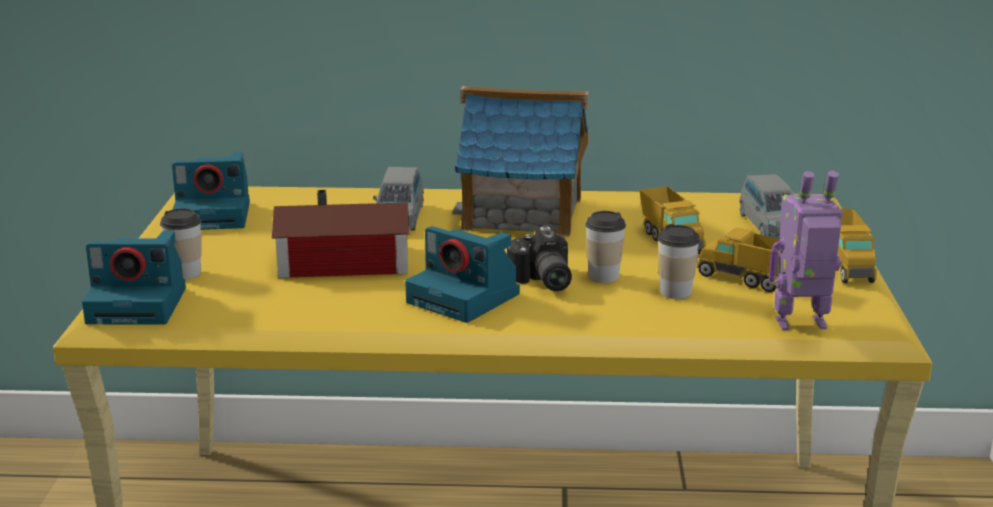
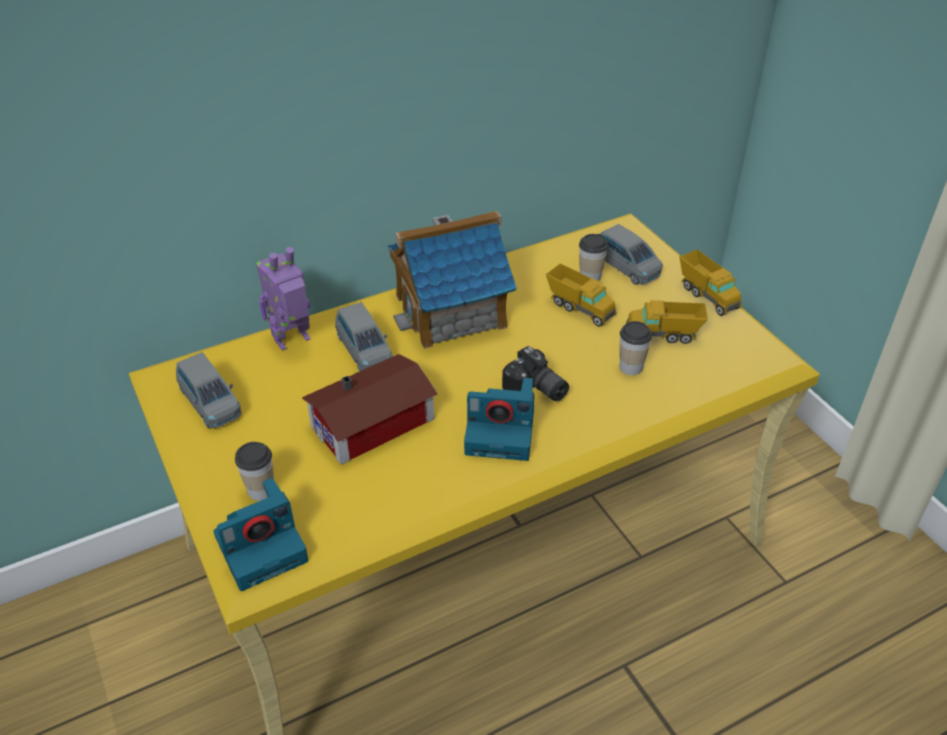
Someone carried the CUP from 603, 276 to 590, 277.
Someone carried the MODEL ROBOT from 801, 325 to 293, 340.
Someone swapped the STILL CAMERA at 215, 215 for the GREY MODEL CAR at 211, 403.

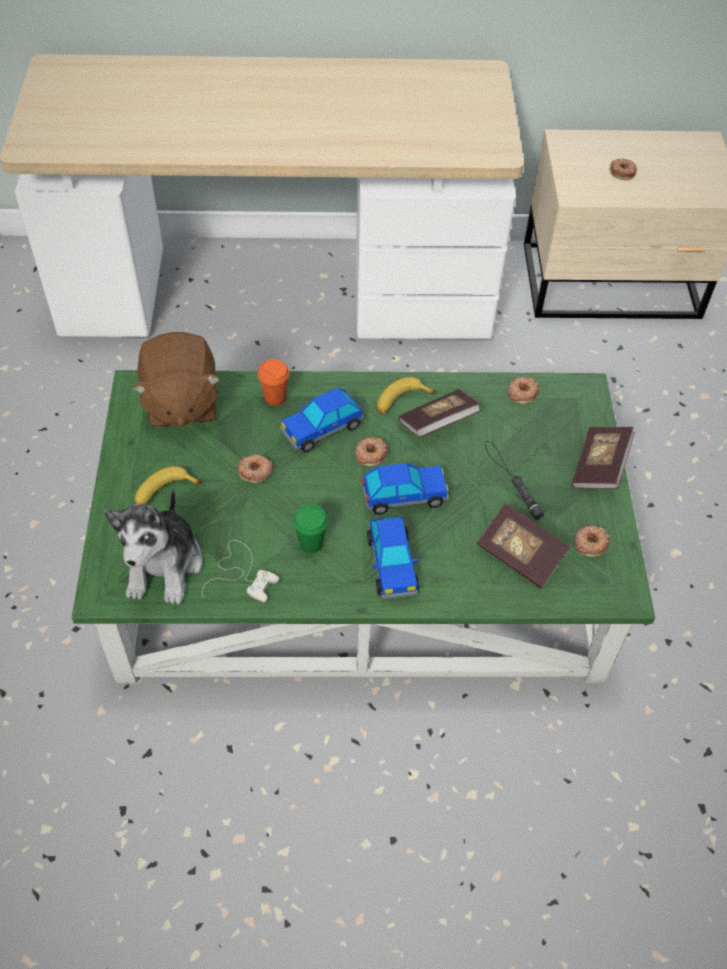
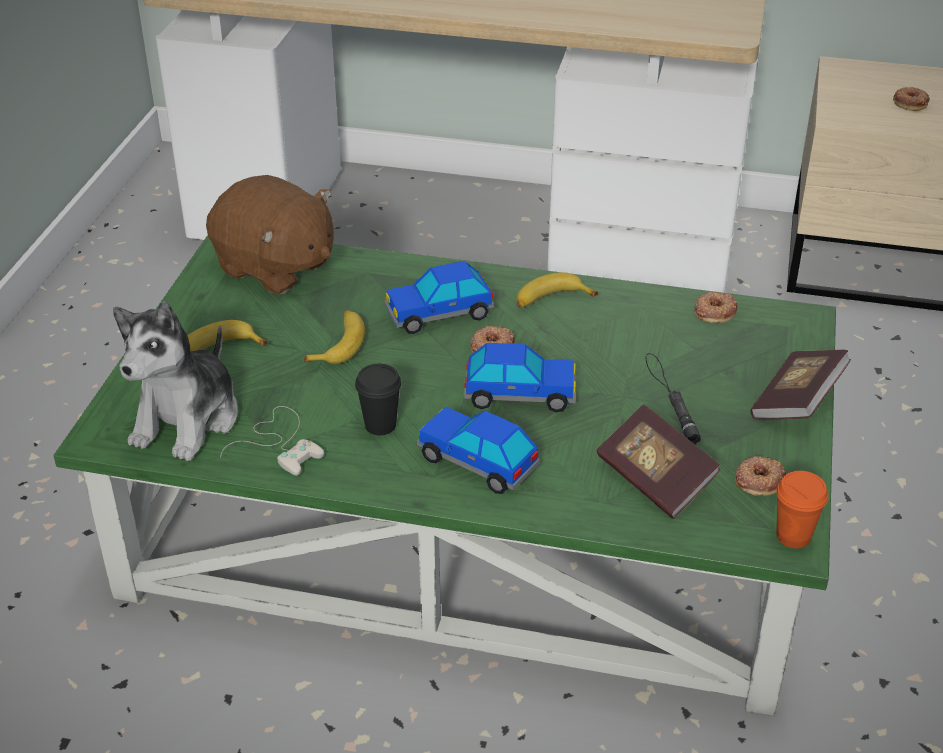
Someone took away the BOOK at 437, 423.
Someone carried the ORANGE CUP from 275, 398 to 793, 536.
Someone swapped the RING DOUGHNUT at 255, 471 for the BANANA at 339, 344.
Someone repainted the GREENISH CUP at 311, 543, which became the BLACK-COLOURED CUP at 380, 425.
Someone rotated the BROWN CUDDLY TOY at 180, 403 by 60 degrees counterclockwise.
Someone rotated the MODEL CAR at 392, 564 by 120 degrees clockwise.

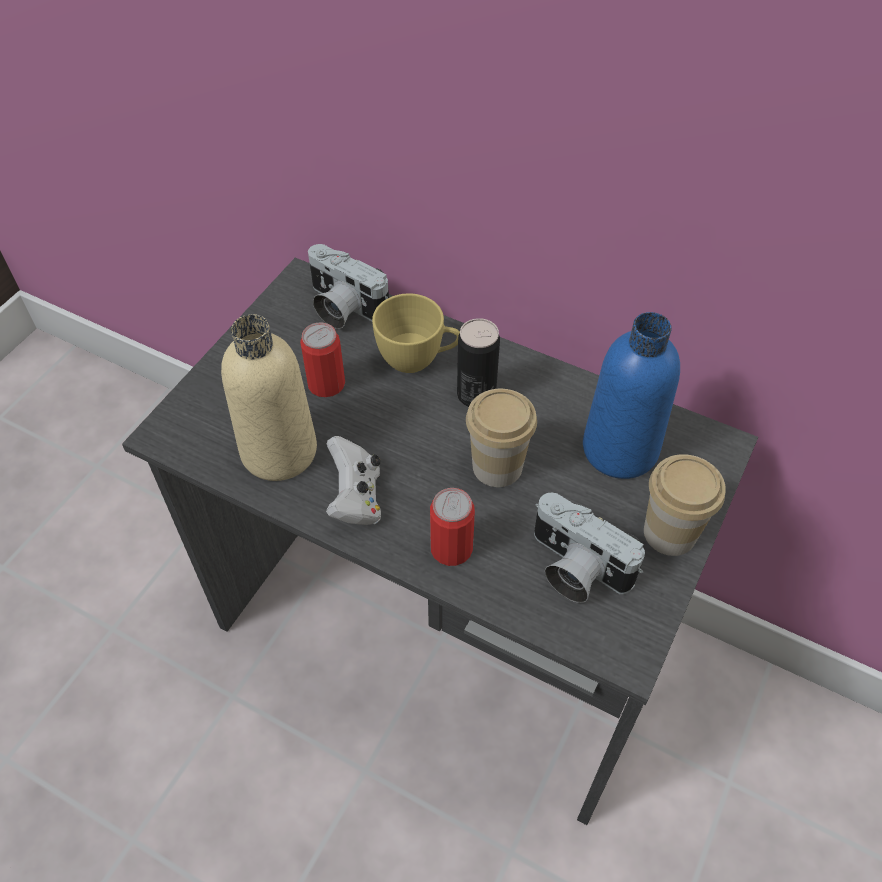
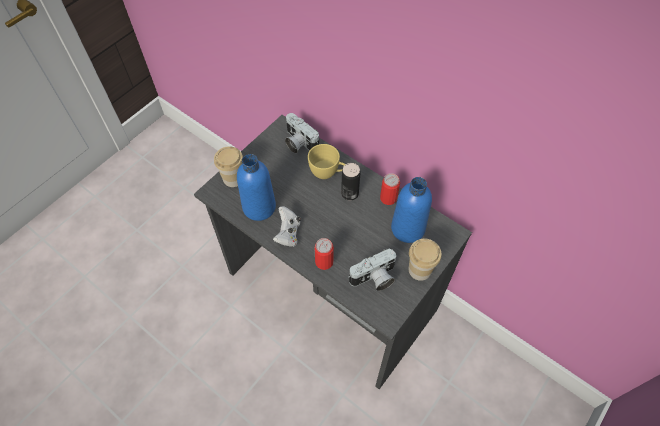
Someone carried the METAL CAN from 326, 384 to 388, 198.
Someone carried the CUP from 497, 466 to 233, 178.
Someone repainted the SAND-COLOURED BOTTLE at 279, 451, which became the BLUE-COLOURED BOTTLE at 259, 207.
Someone rotated the STILL CAMERA at 574, 568 by 75 degrees counterclockwise.

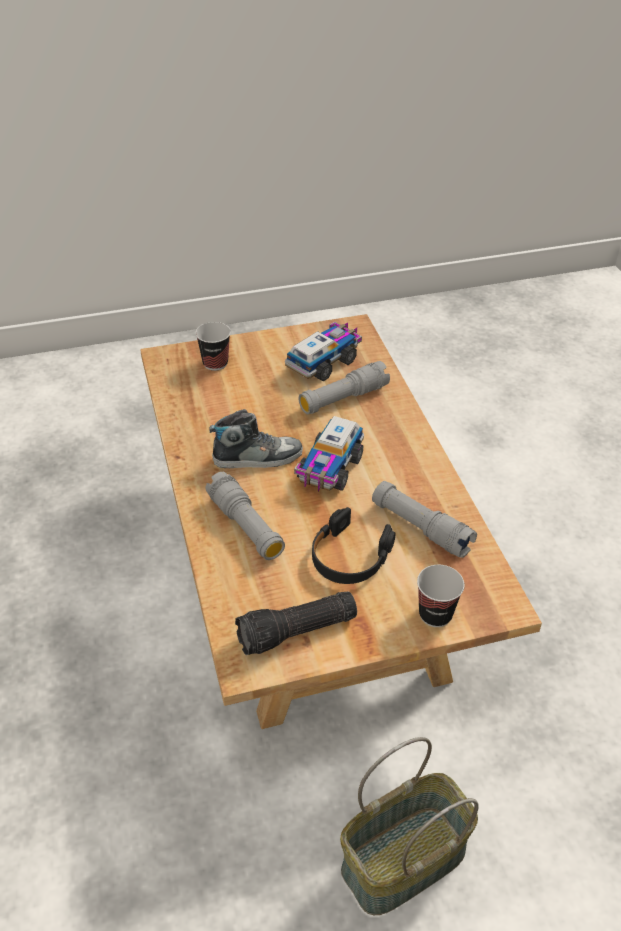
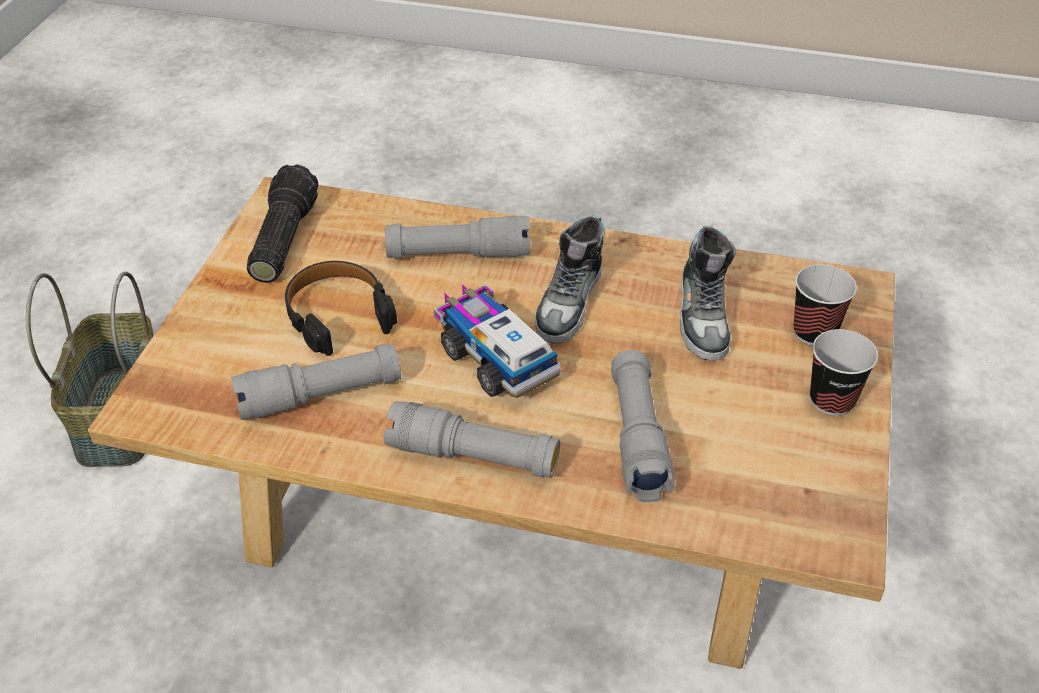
Someone took away the TOY TRUCK at 324, 362.
Someone put down the GREY HAND TORCH at 473, 456.
Someone put down the SHOE at 703, 317.
Someone carried the CUP from 435, 614 to 832, 400.

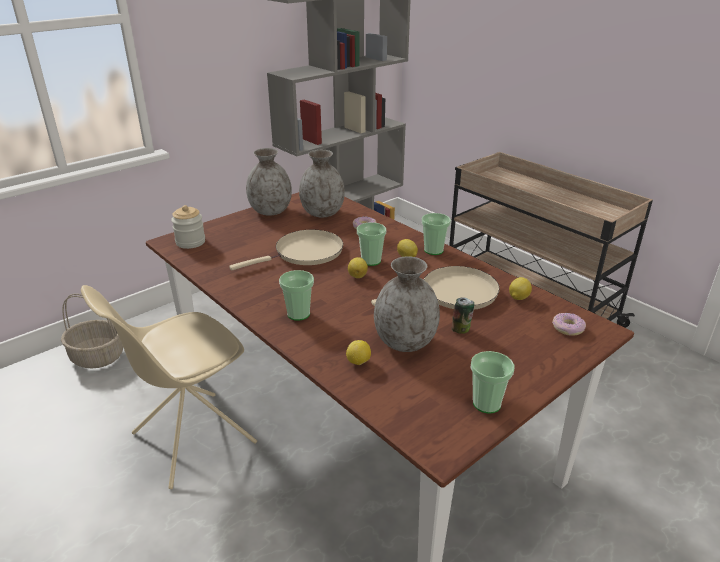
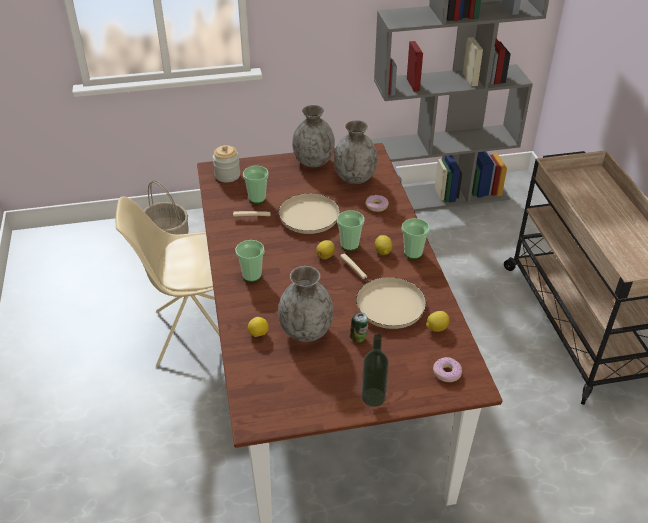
Someone put down the BOTTLE at 373, 397.
Someone carried the CUP from 486, 403 to 257, 198.
Someone rotated the SAND-COLOURED FRYING PAN at 454, 294 by 45 degrees clockwise.

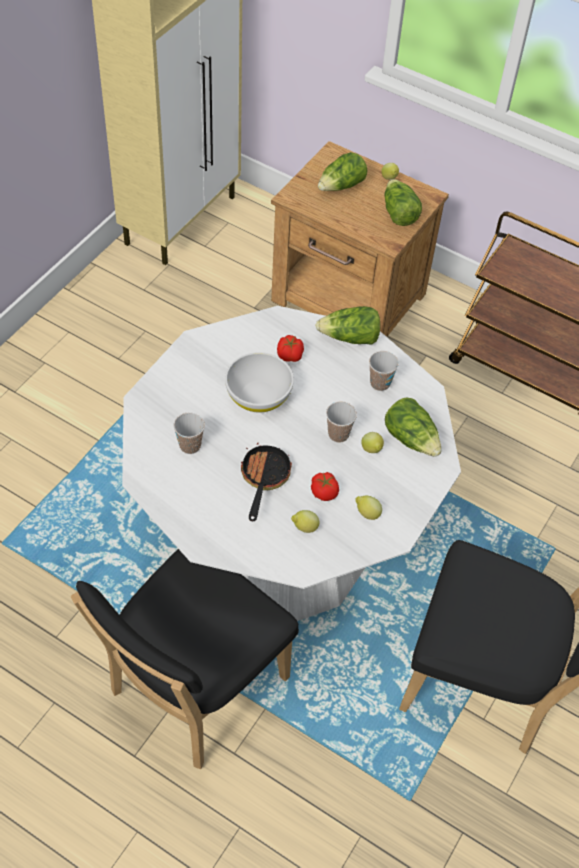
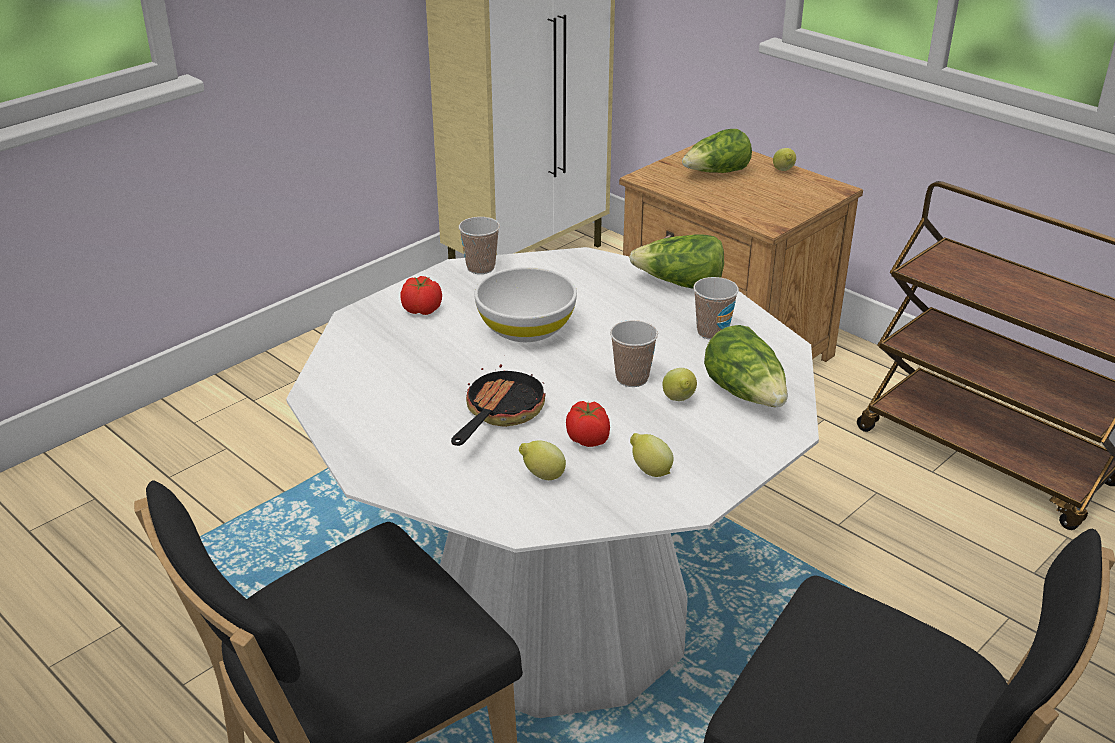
Someone took away the LETTUCE at 398, 213.
Someone carried the CUP from 190, 446 to 480, 268.
Someone carried the FRESH TOMATO from 290, 356 to 422, 310.

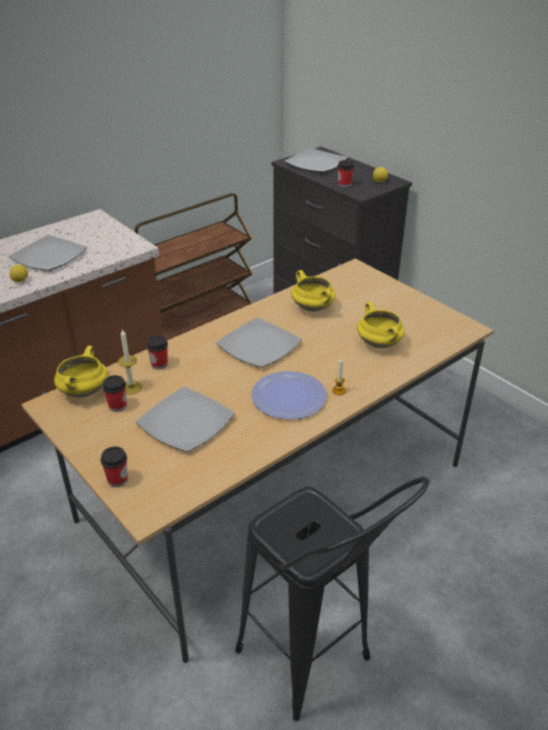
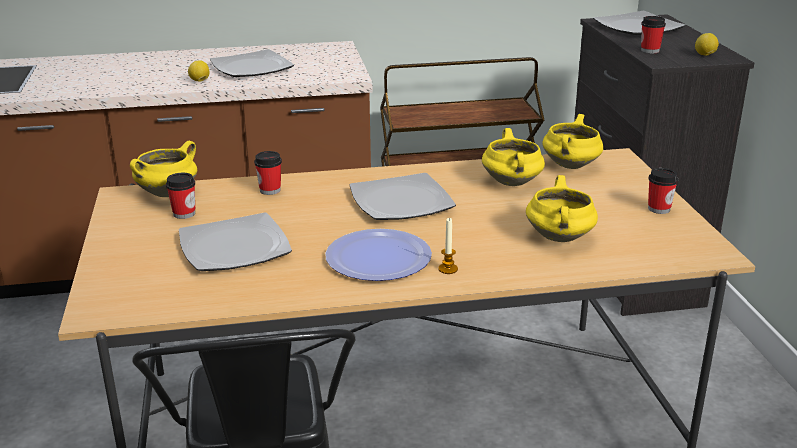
Someone took away the CANDLE at 131, 387.
Someone put down the YELLOWISH SAUCEPOT at 571, 166.
Someone carried the CUP from 117, 480 to 659, 209.

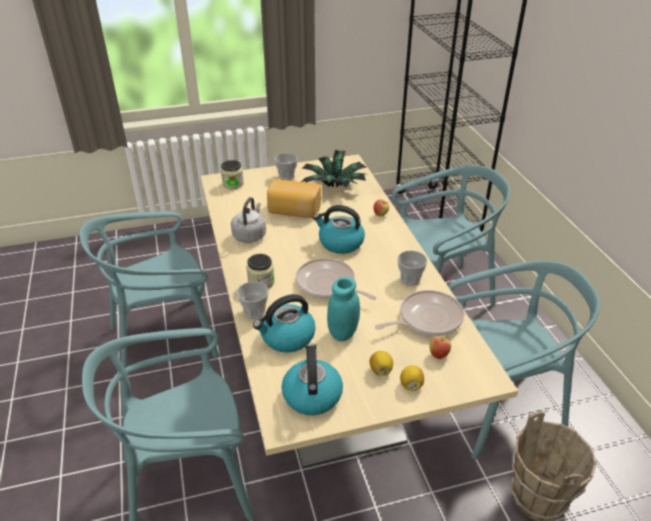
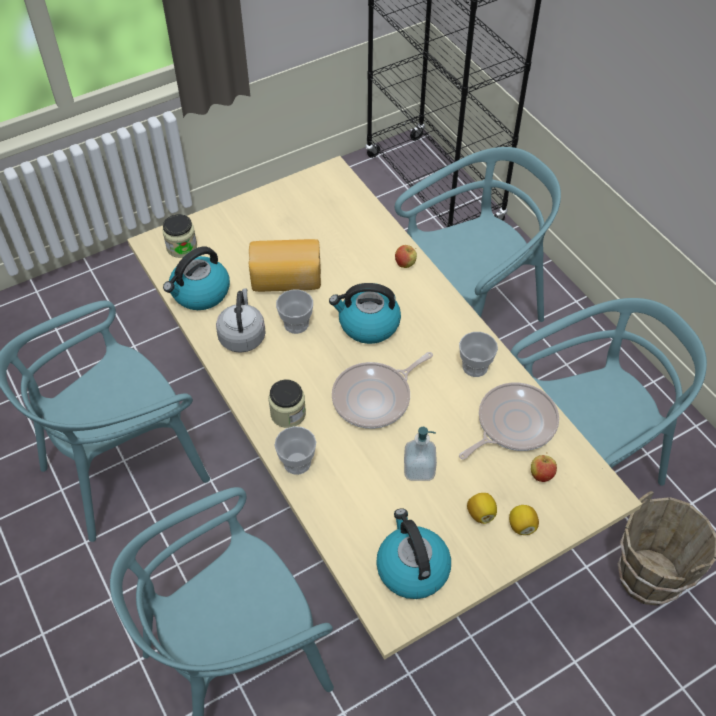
Someone took away the HOUSEPLANT at 334, 187.
Someone carried the KETTLE from 287, 337 to 200, 293.
Someone carried the CUP from 286, 176 to 296, 324.
Someone swapped the TURQUOISE-COLOURED STORAGE JAR at 343, 333 for the SOAP BOTTLE at 419, 469.
Someone rotated the FRYING PAN at 328, 284 by 60 degrees counterclockwise.

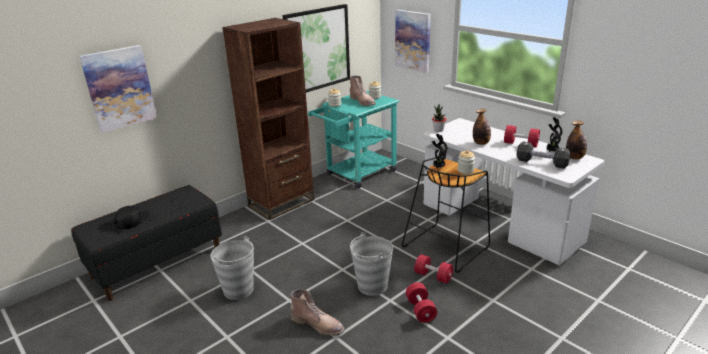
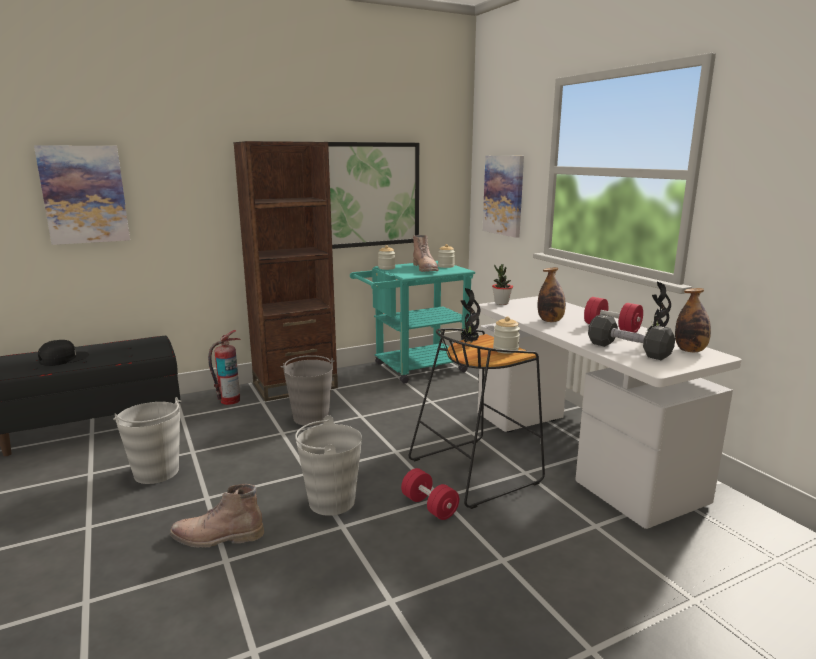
Someone took away the REDDISH HAND WEIGHT at 420, 310.
Someone put down the EXTINGUISHER at 229, 400.
Someone put down the GREY WATER BUCKET at 311, 417.
Someone rotated the BROWN BOOT at 318, 324 by 135 degrees clockwise.

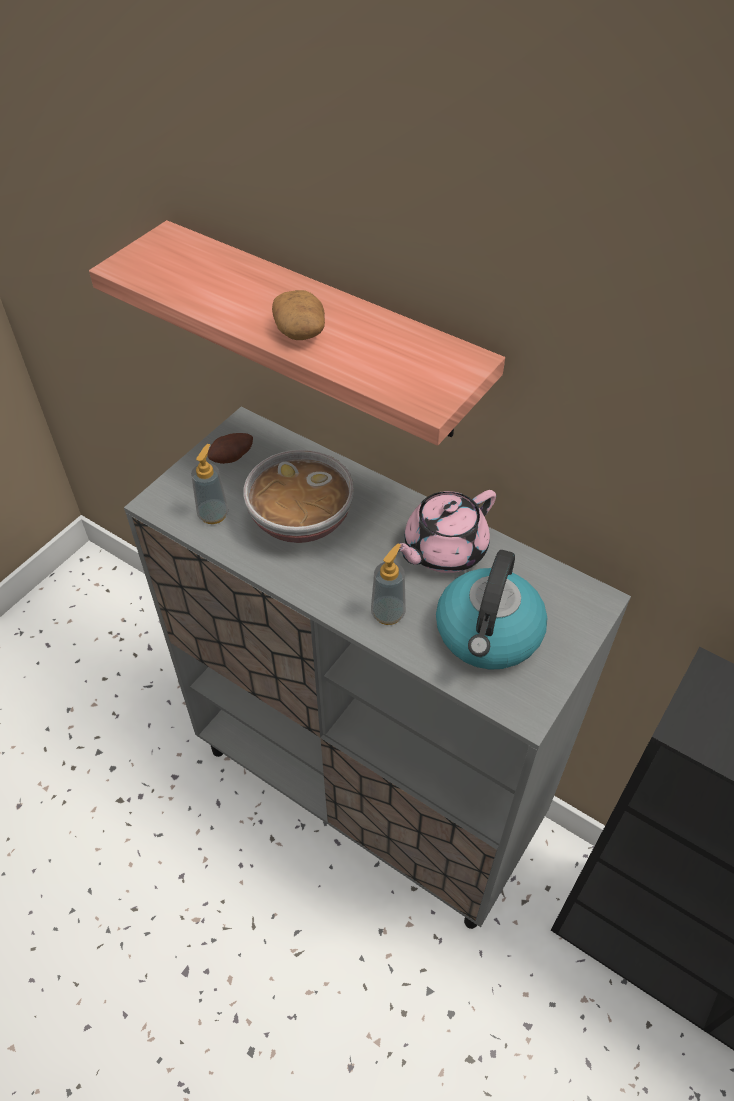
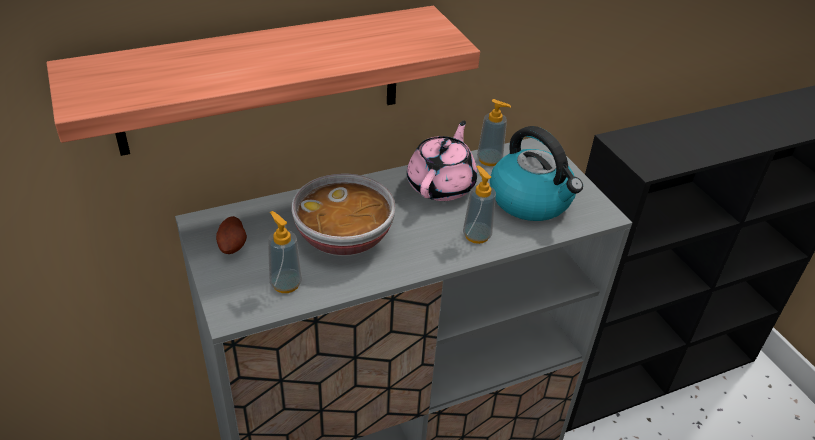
Someone took away the POTATO at 300, 331.
Someone put down the SOAP BOTTLE at 489, 160.
Someone rotated the PINKISH TEAPOT at 443, 549 by 150 degrees counterclockwise.

